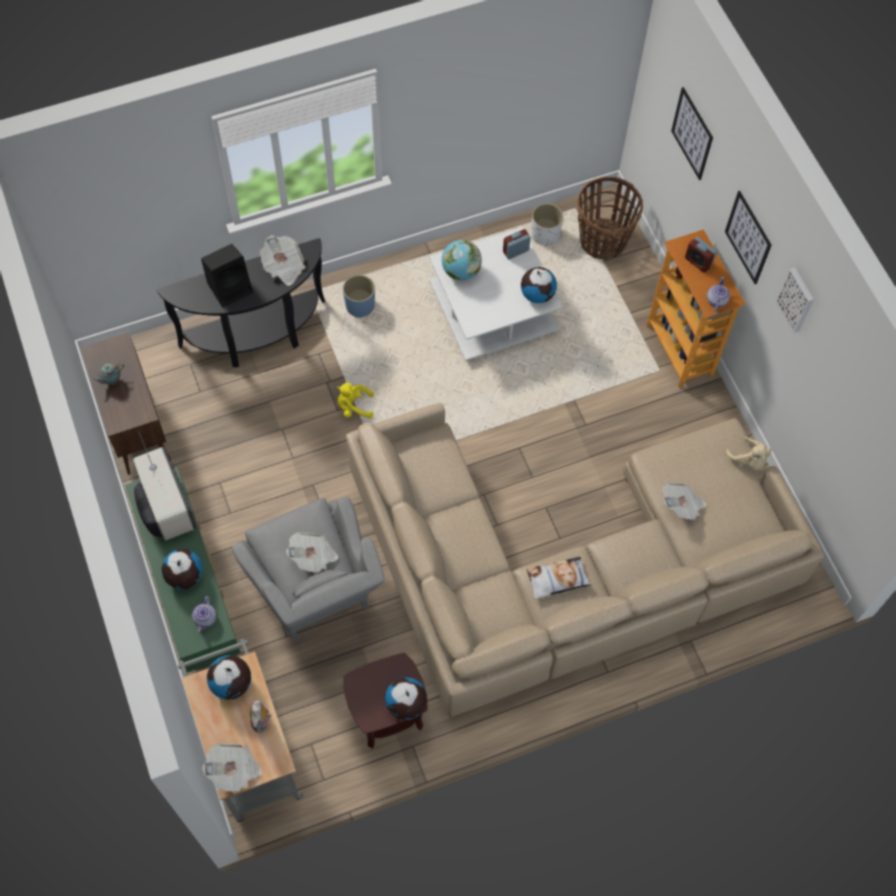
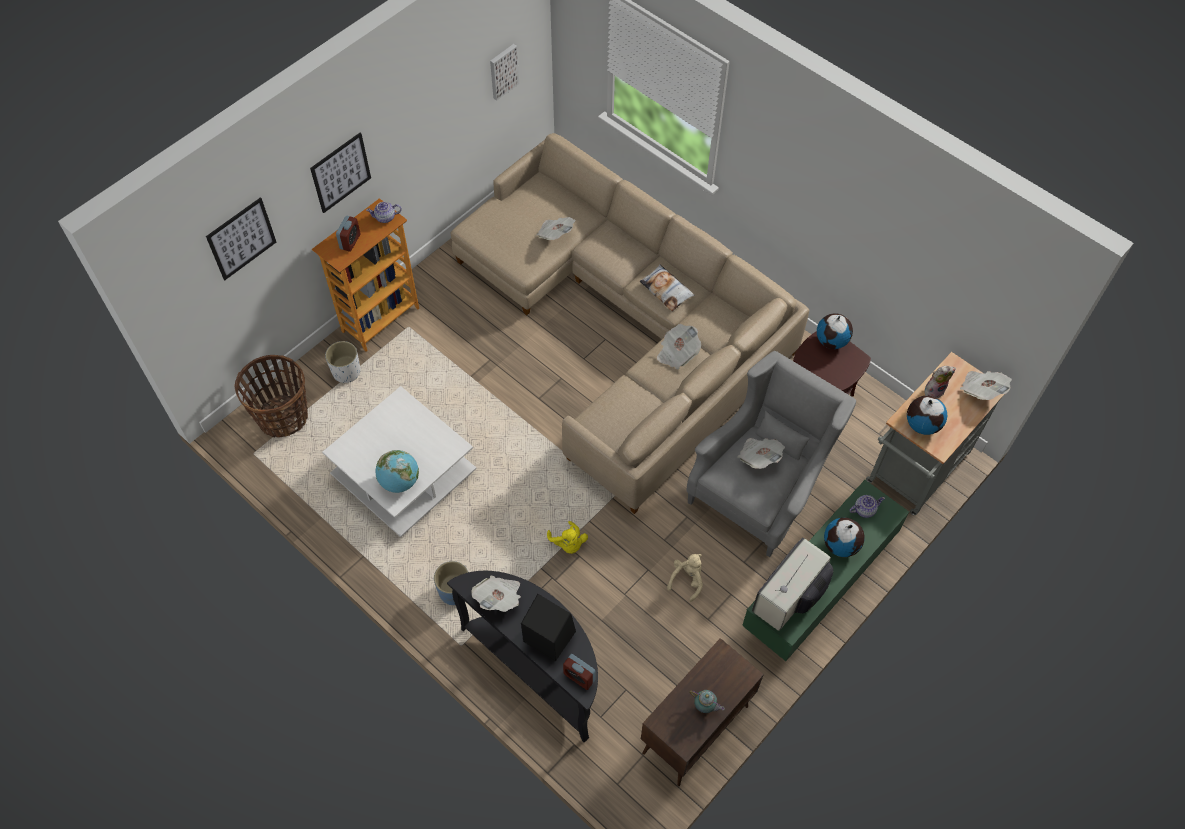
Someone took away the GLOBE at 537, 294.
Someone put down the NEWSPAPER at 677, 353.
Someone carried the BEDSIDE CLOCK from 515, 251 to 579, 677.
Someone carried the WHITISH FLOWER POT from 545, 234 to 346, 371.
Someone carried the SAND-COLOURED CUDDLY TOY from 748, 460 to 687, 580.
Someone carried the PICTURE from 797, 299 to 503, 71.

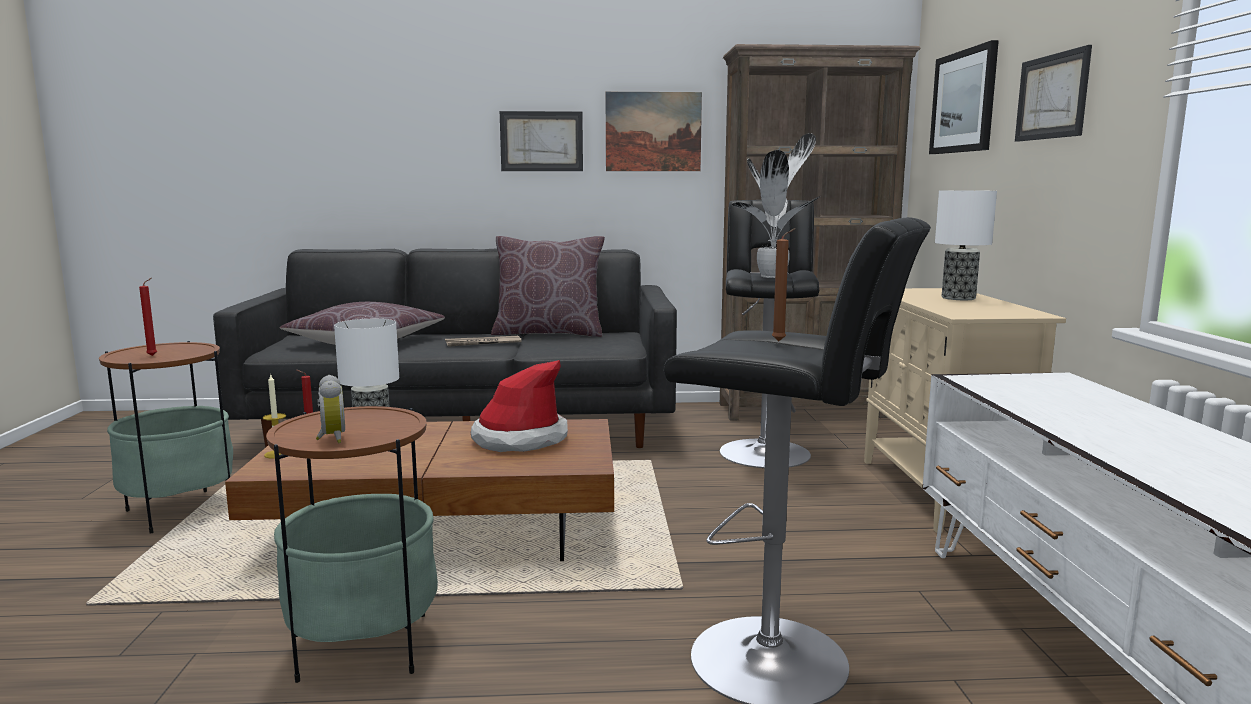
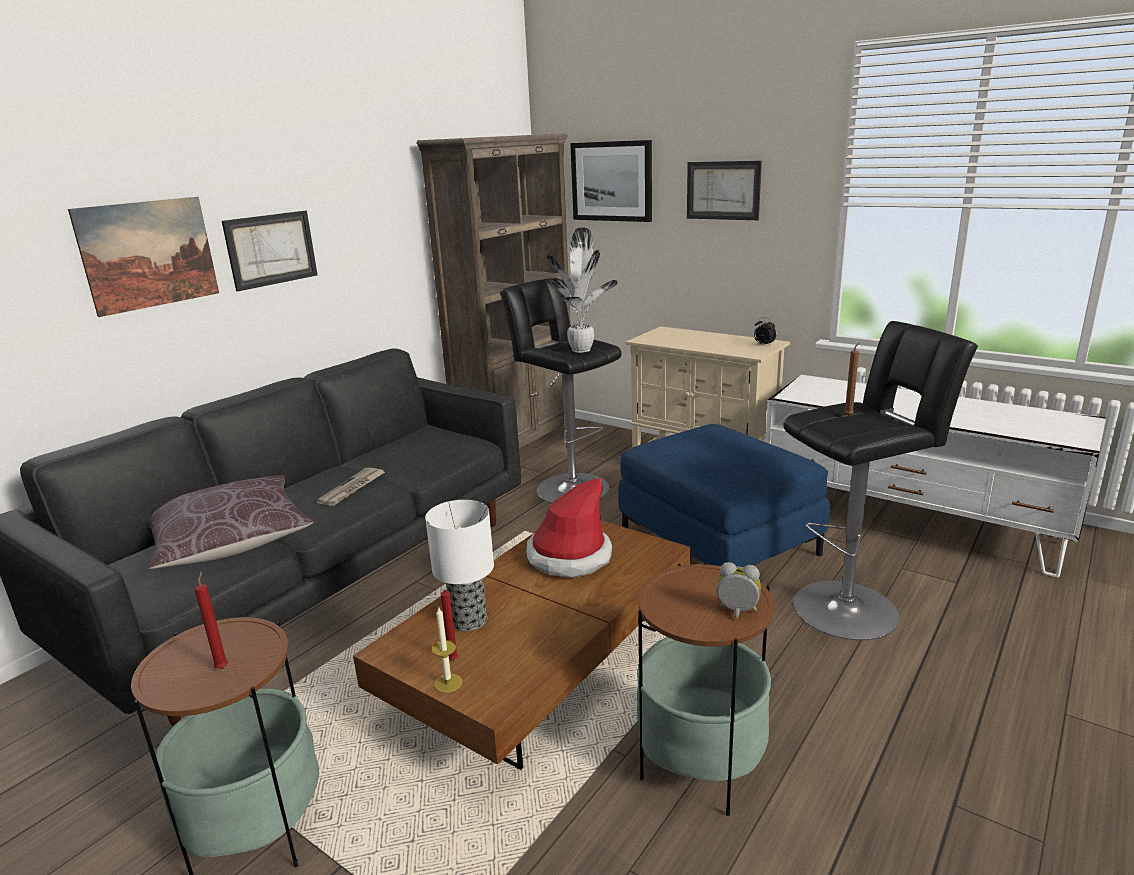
Someone took away the BROWN THROW PILLOW at 549, 333.
Someone took away the TABLE LAMP at 957, 298.
Someone put down the BLUE-COLOURED OTTOMAN at 718, 544.
Someone put down the BEDSIDE CLOCK at 763, 345.
Someone carried the PICTURE from 653, 132 to 149, 254.

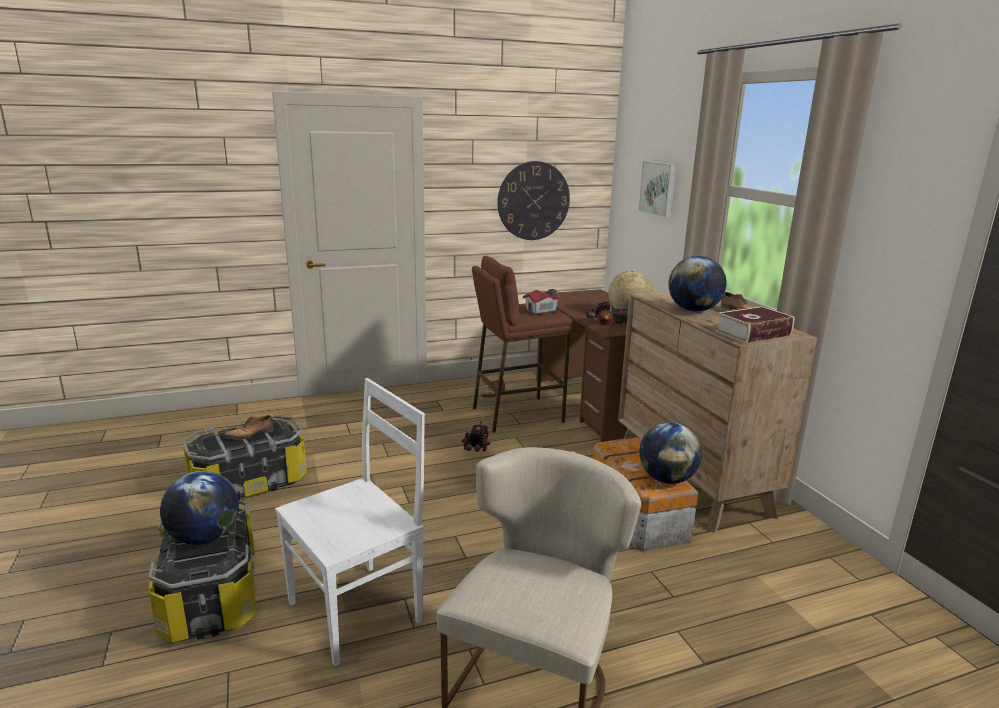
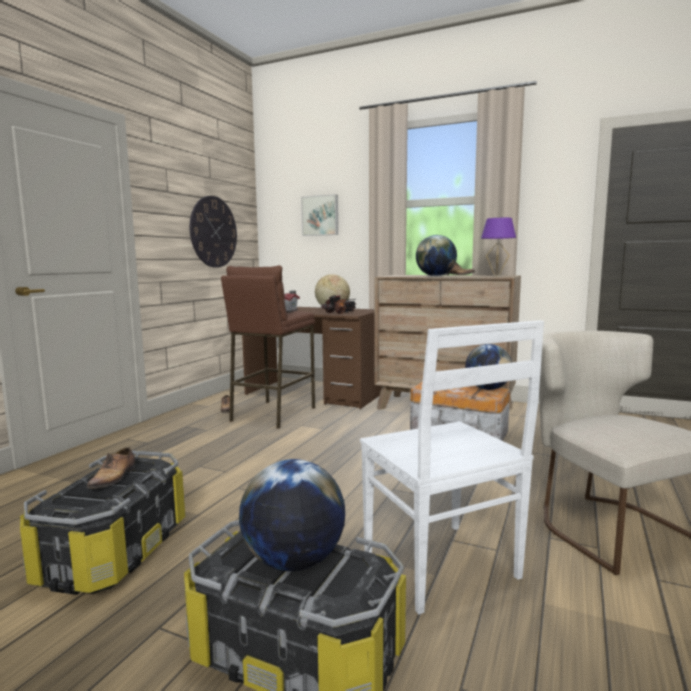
Someone took away the TOY TRUCK at 477, 446.
Someone swapped the BOOK at 753, 333 for the PURPLE TABLE LAMP at 496, 276.
Someone rotated the WHITISH CHAIR at 358, 610 by 150 degrees clockwise.

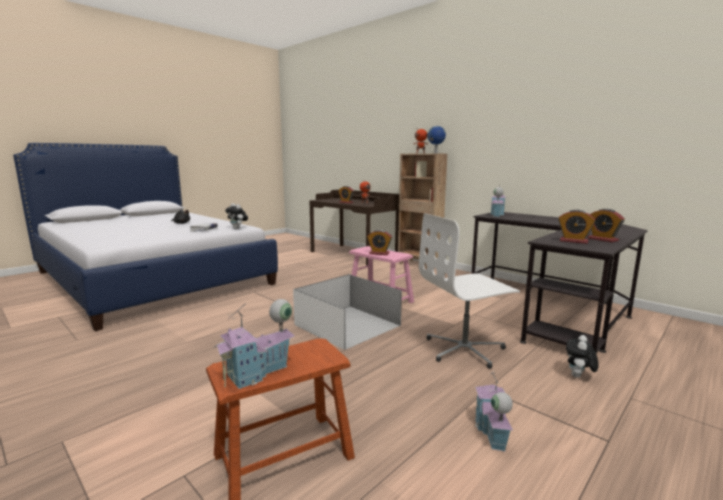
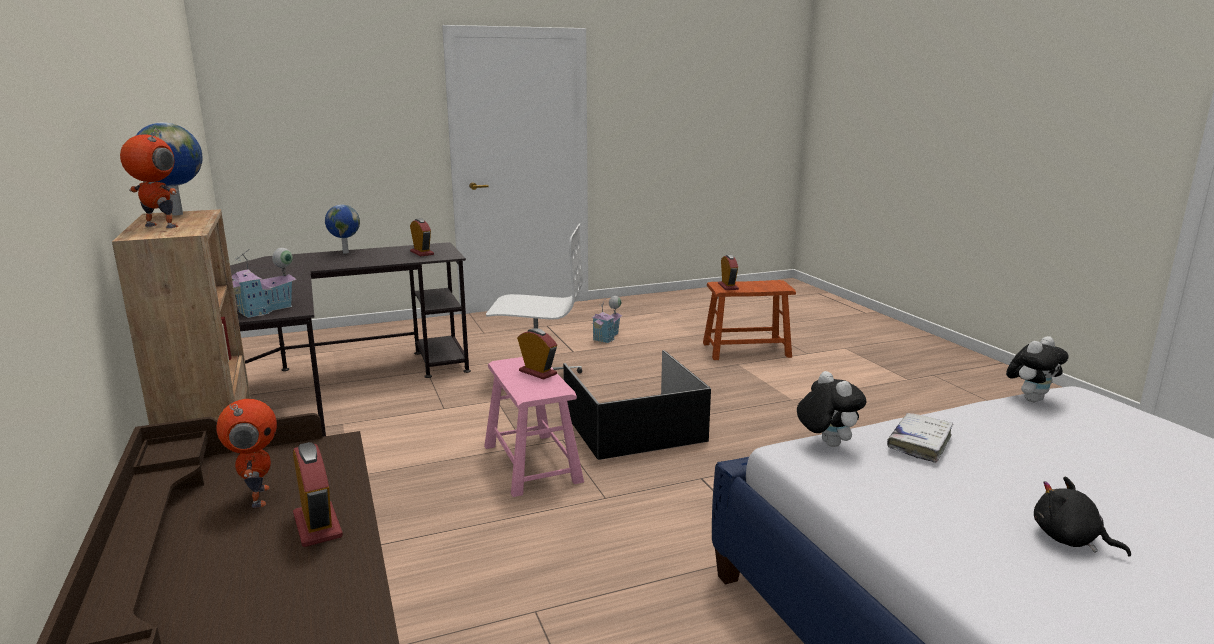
Someone took away the MINIATURE HOUSE at 258, 373.
Someone put down the GLOBE at 345, 252.
Someone carried the CUDDLY TOY from 578, 377 to 1030, 399.
Someone carried the BEDSIDE CLOCK from 602, 239 to 728, 286.
Someone repainted the WHITISH STORAGE BIN at 346, 325, which became the BLACK-COLOURED STORAGE BIN at 635, 426.

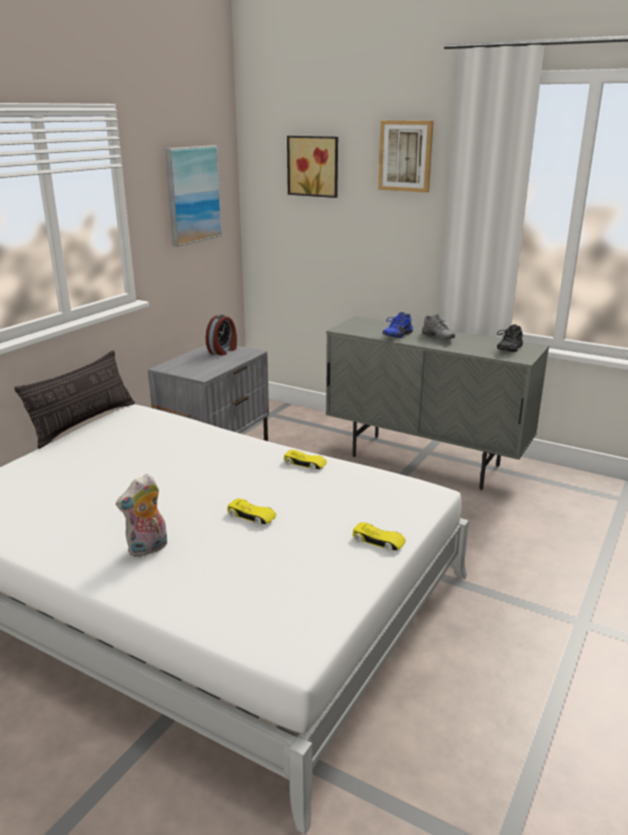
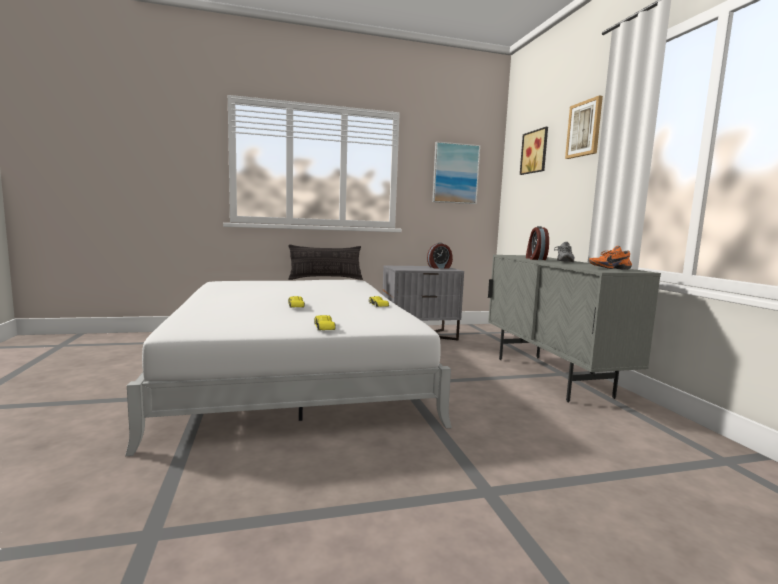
Someone took away the CUDDLY TOY at 148, 549.
Someone swapped the BLUE-COLOURED SHOE at 396, 335 for the BEDSIDE CLOCK at 535, 259.
Someone repainted the BLACK-COLOURED SHOE at 508, 349, which became the ORANGE SHOE at 608, 268.

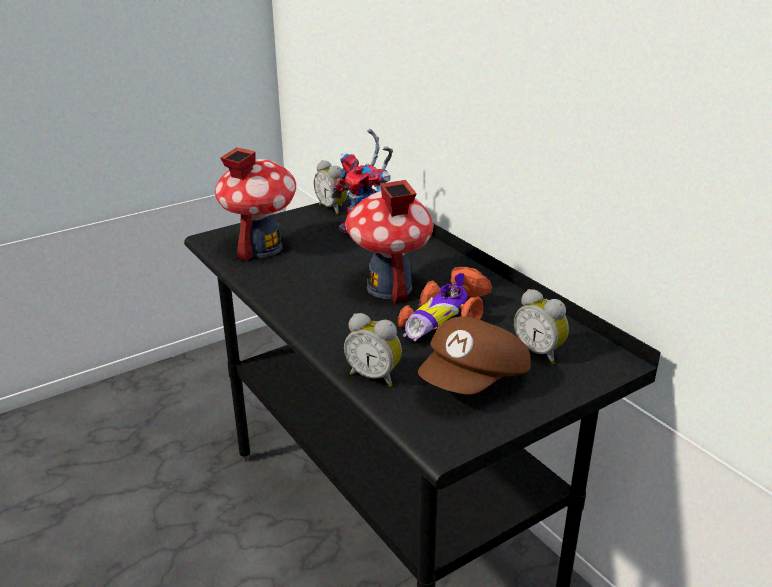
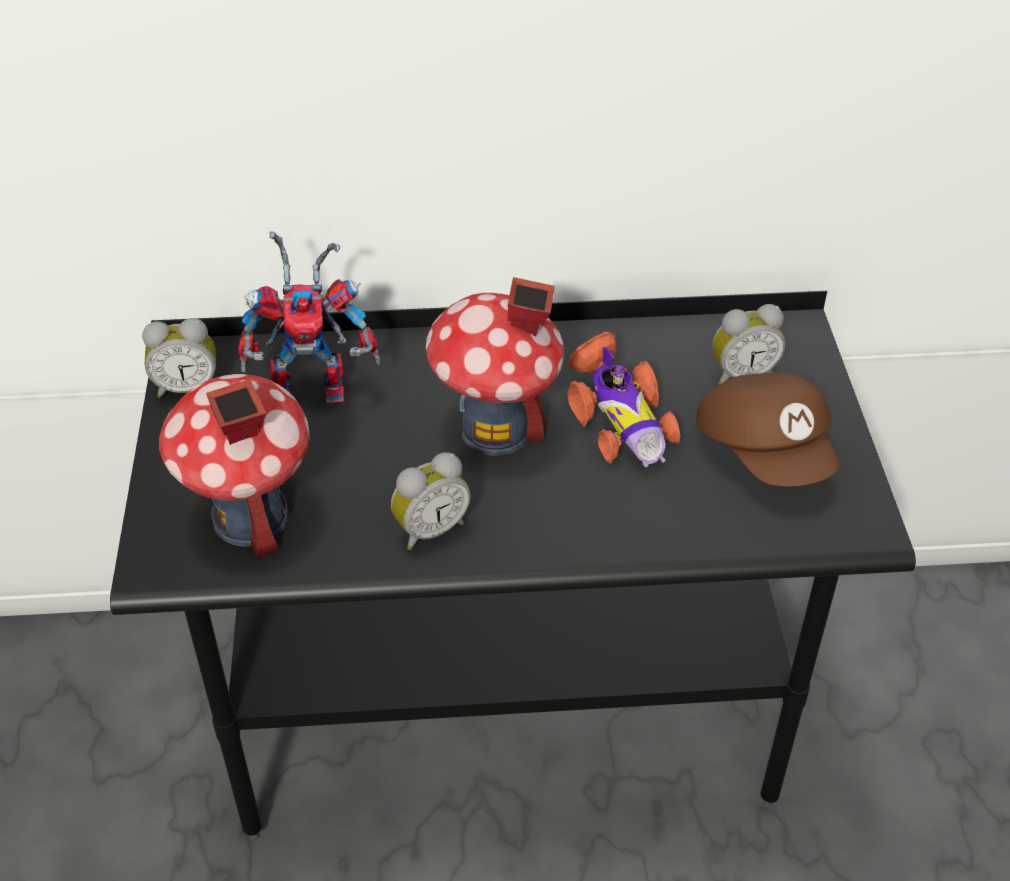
Someone carried the BEDSIDE CLOCK from 374, 376 to 430, 529.

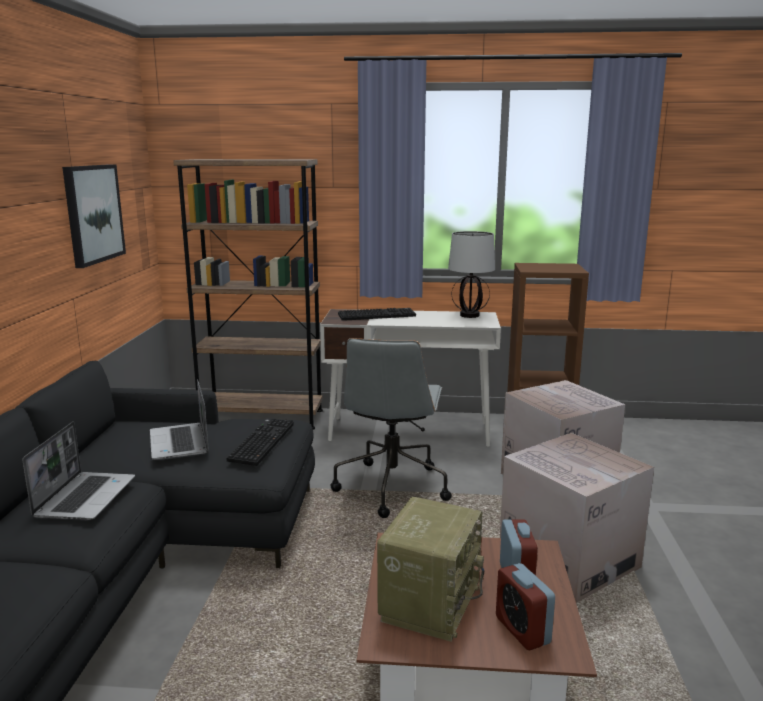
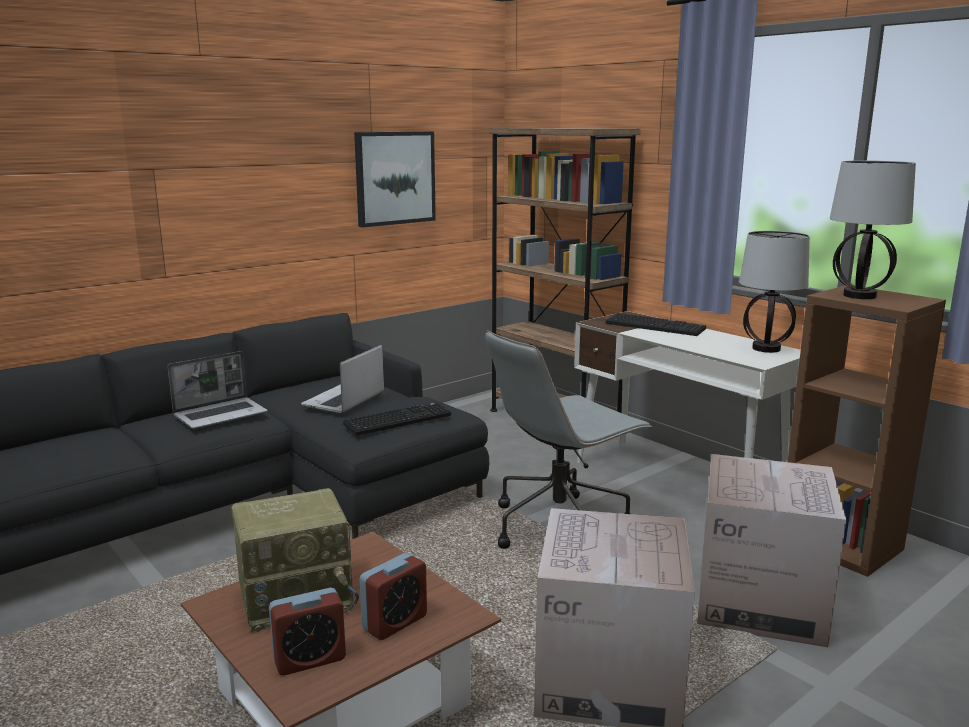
Someone put down the TABLE LAMP at 860, 296.
Someone rotated the BEDSIDE CLOCK at 522, 630 by 135 degrees counterclockwise.

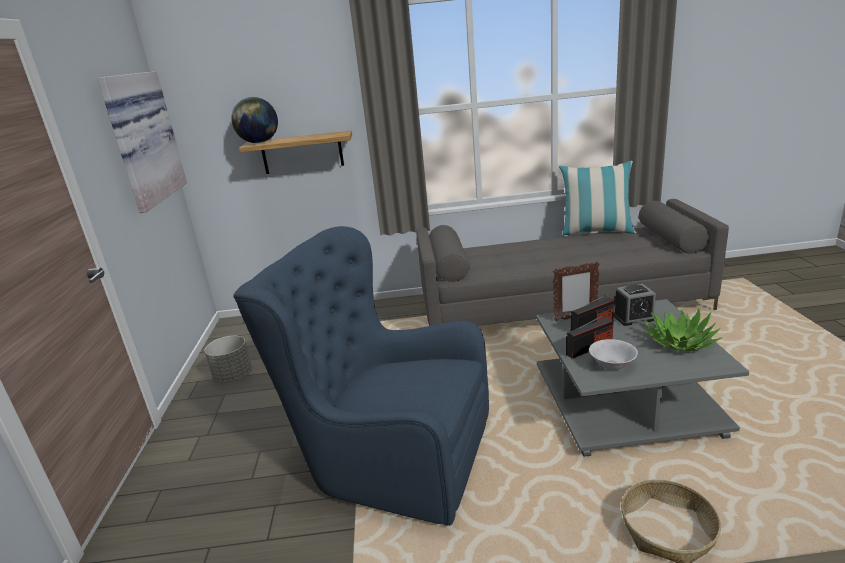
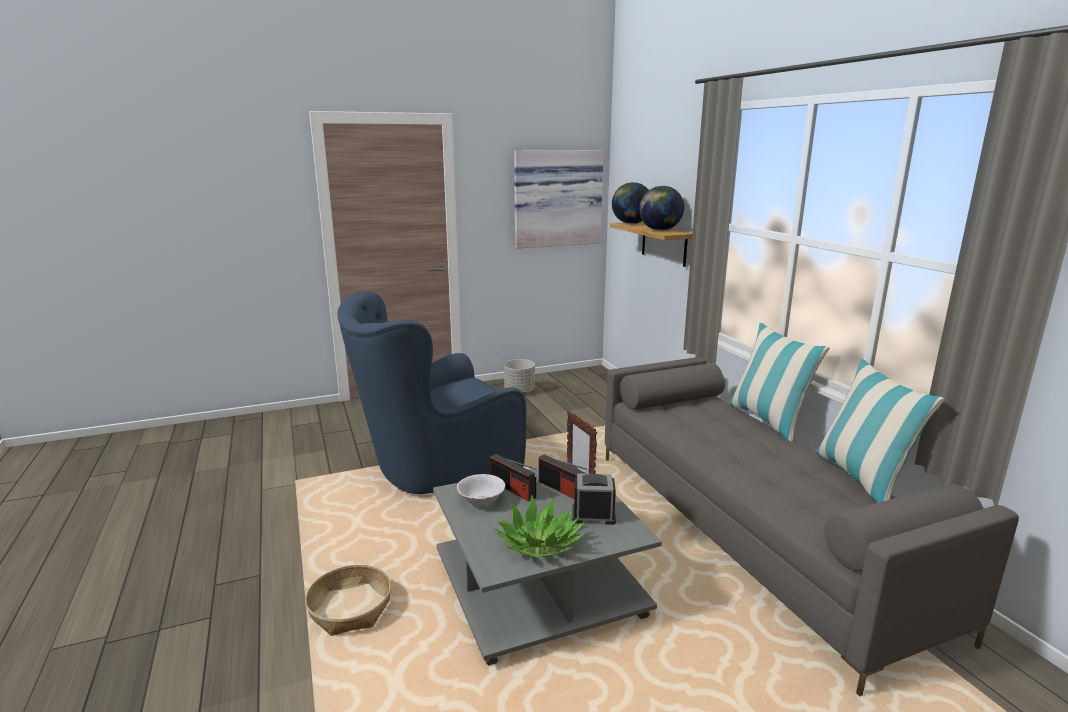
Someone put down the GLOBE at 659, 230.
Someone put down the THROW PILLOW at 768, 420.
Someone rotated the BLUE-COLOURED EASY CHAIR at 387, 457 by 120 degrees counterclockwise.
Someone rotated the BEDSIDE CLOCK at 633, 317 by 120 degrees clockwise.

